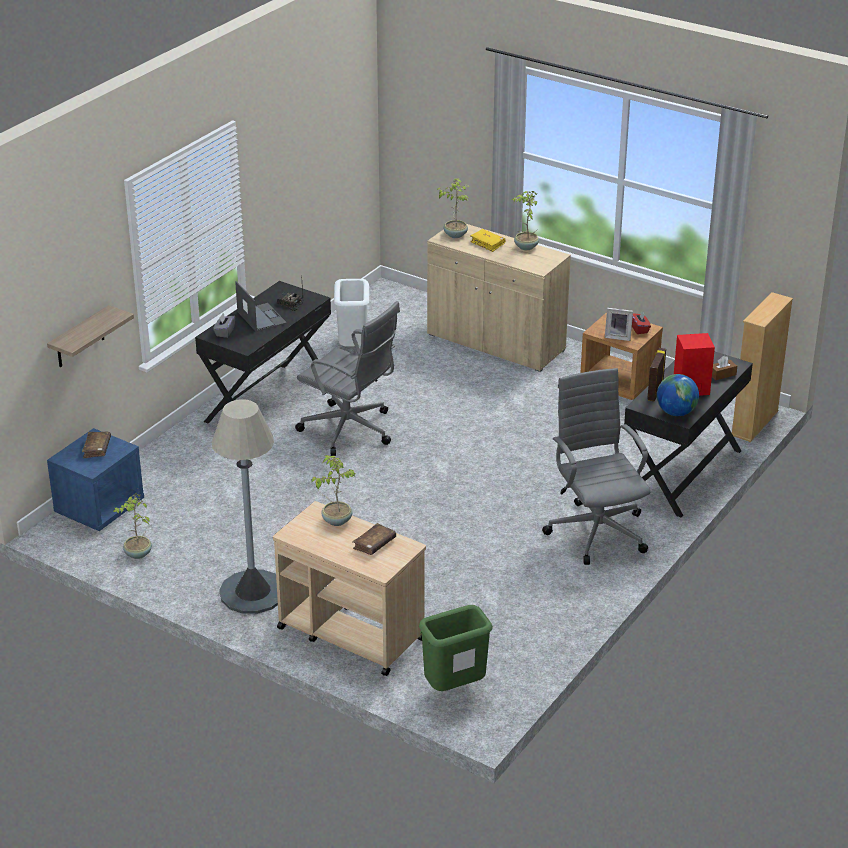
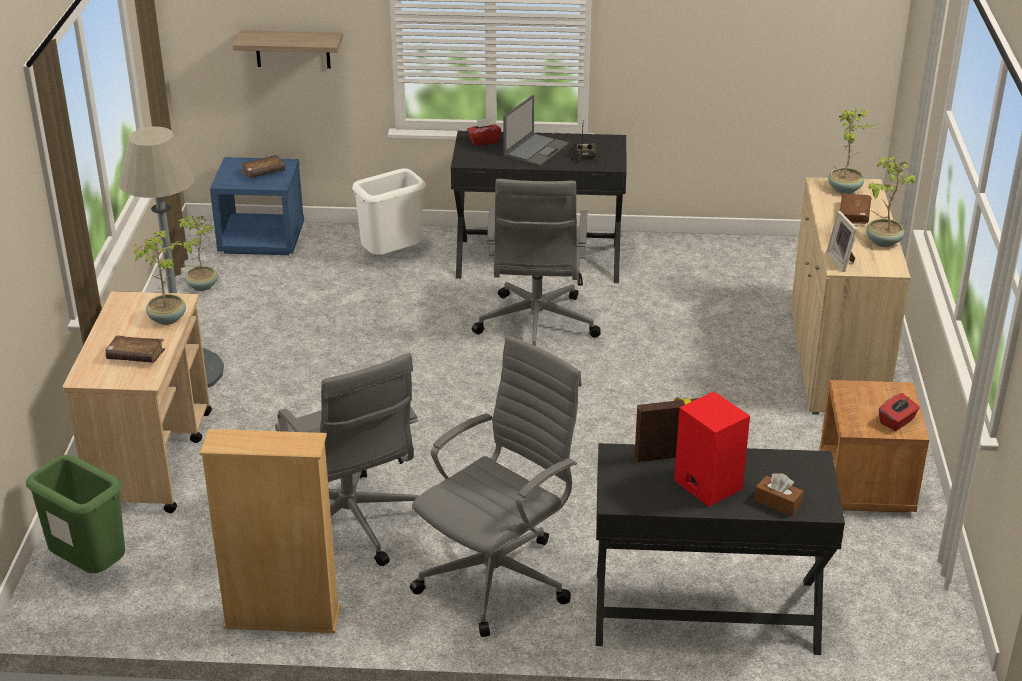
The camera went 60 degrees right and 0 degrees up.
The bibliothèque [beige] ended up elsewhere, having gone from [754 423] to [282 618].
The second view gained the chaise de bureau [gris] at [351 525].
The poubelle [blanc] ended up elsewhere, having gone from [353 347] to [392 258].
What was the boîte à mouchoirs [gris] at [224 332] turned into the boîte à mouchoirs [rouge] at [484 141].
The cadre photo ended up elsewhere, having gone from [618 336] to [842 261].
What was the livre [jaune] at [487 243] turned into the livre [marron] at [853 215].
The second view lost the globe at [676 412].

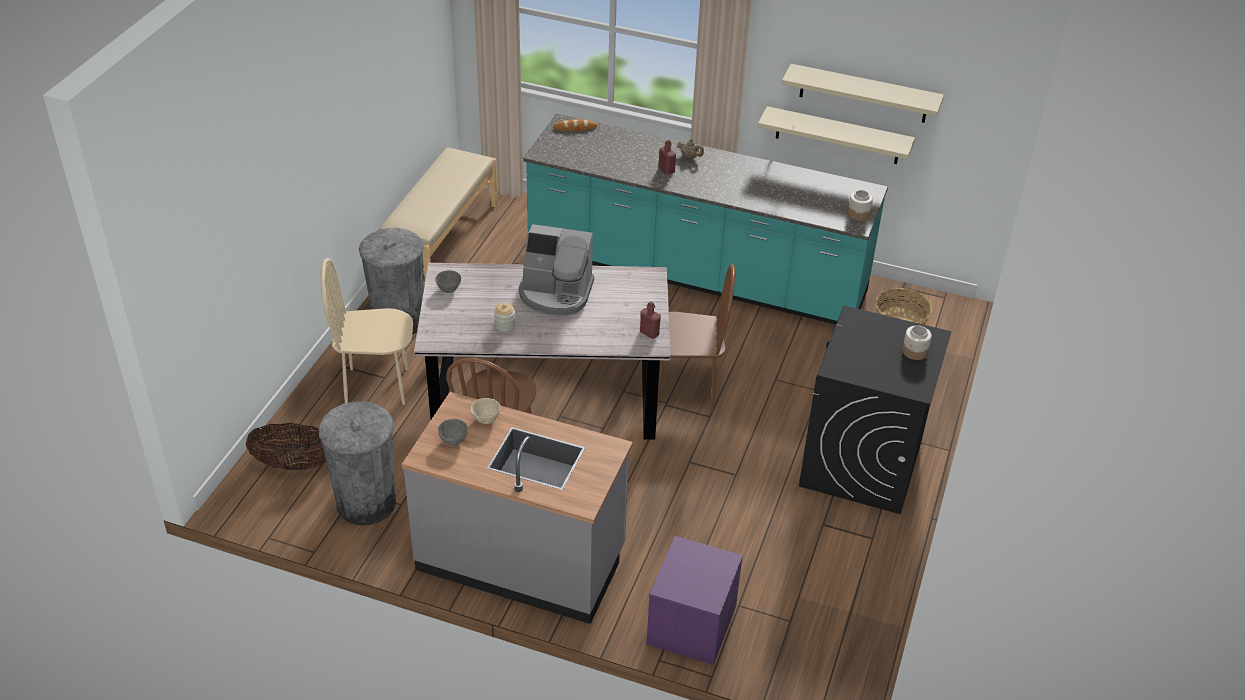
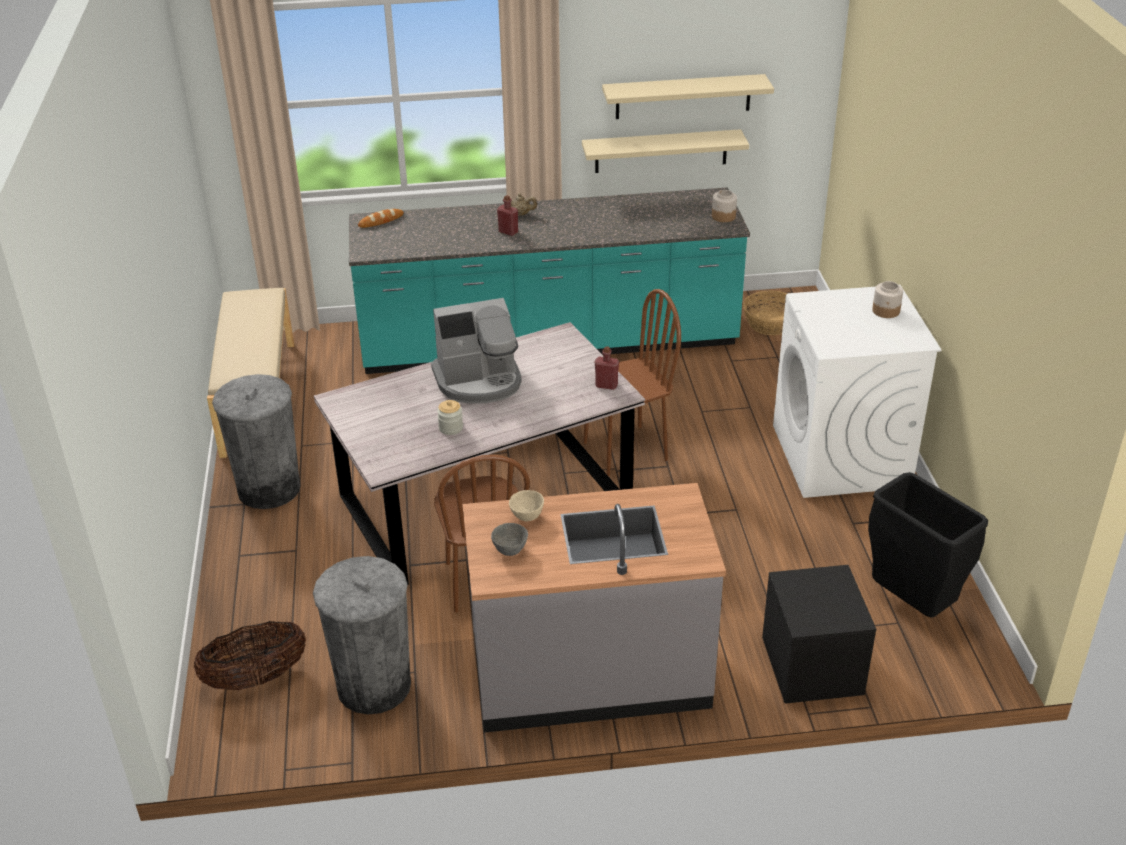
The camera went 25 degrees left and 5 degrees down.
What was the table de chevet [violet] at [691 626] turned into the table de chevet [noir] at [812 667].
What was the lave-linge [noir] at [861 464] turned into the lave-linge [blanc] at [841 457].
The second view gained the poubelle [noir] at [910 605].
The second view lost the chaise [beige] at [377 387].
The second view lost the bol [gris] at [448 289].

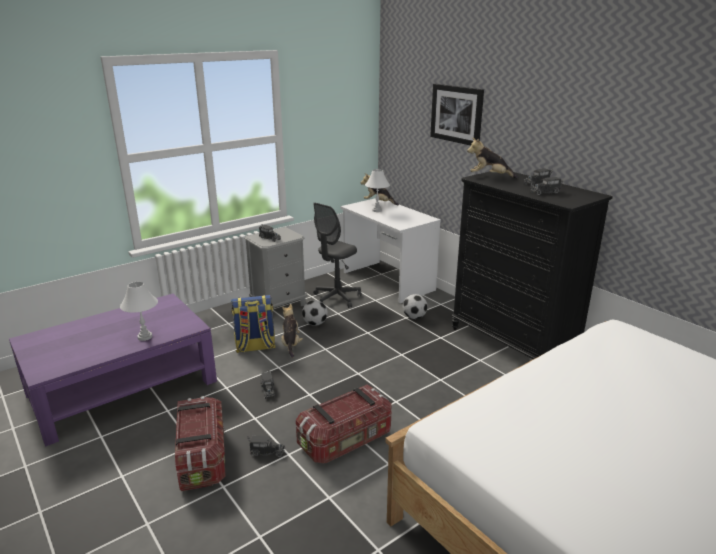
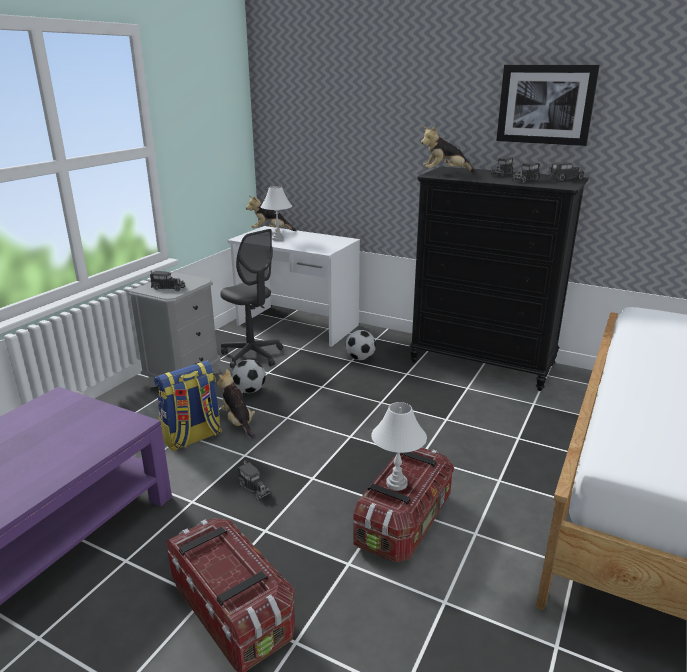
The camera went 25 degrees left and 0 degrees up.
The chaise de bureau [gris] at [336 298] ended up facing another way, 60 degrees counterclockwise from before.
The lampe de table [blanc] ended up elsewhere, having gone from [145 337] to [396 483].
The tableau ended up elsewhere, having gone from [456 114] to [545 104].
The camion jouet ended up elsewhere, having gone from [266 452] to [564 179].

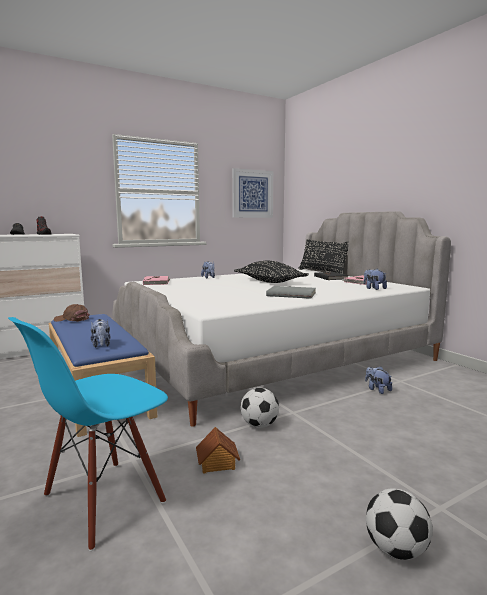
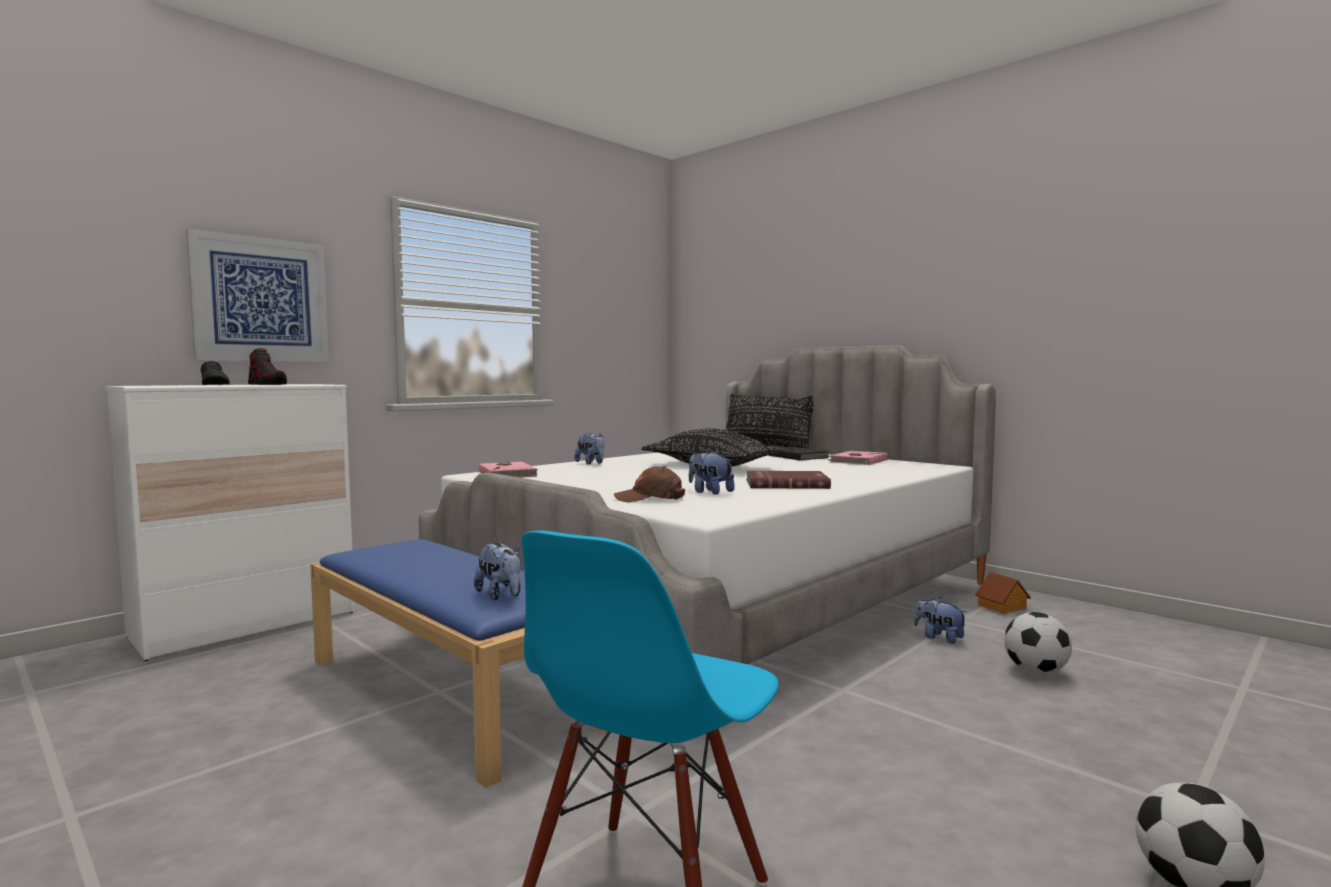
The camera went 15 degrees left and 5 degrees down.
The tableau ended up elsewhere, having gone from [252 194] to [261 300].
The casquette [marron] ended up elsewhere, having gone from [72 319] to [650 498].
The peluche ended up elsewhere, having gone from [374 288] to [709 492].
What was the livre [gris] at [291 294] turned into the livre [rouge] at [786 483].
The maison miniature ended up elsewhere, having gone from [217 463] to [1002 607].
The ballon de foot ended up elsewhere, having gone from [259 425] to [1036 671].

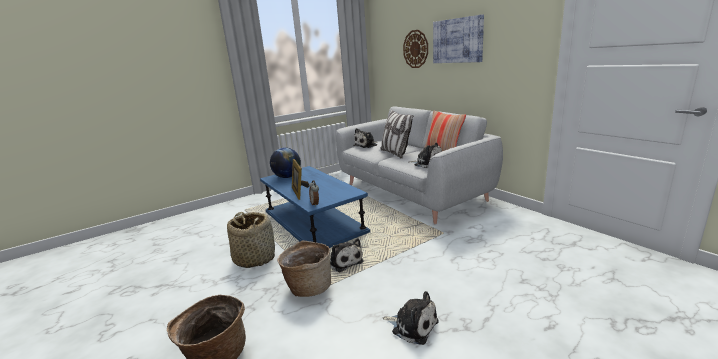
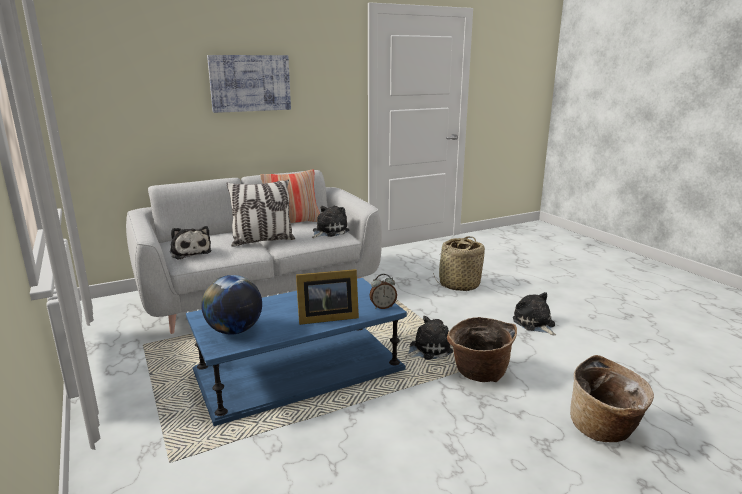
The camera went 85 degrees left and 0 degrees up.
The panier ended up elsewhere, having gone from [255 258] to [459 285].
The peluche at [412 325] ended up facing another way, 60 degrees counterclockwise from before.
The second view lost the horloge murale at [415 49].

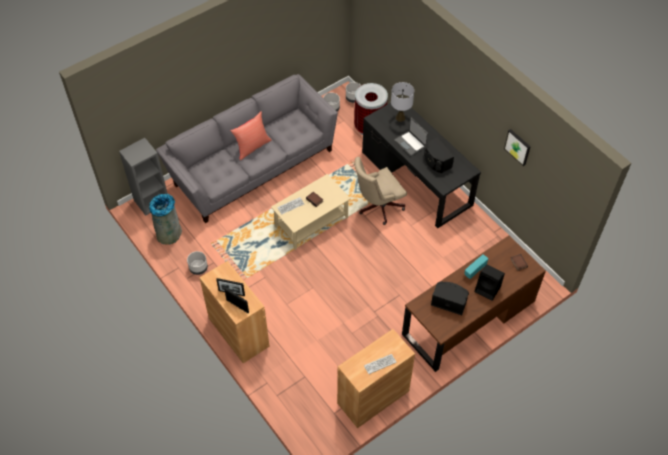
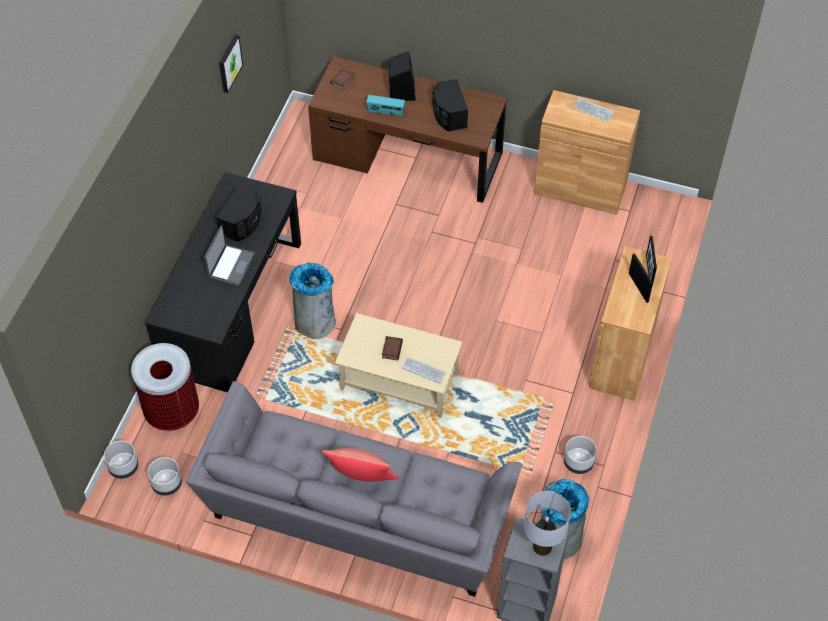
The camera went 125 degrees left and 0 degrees up.
Where the chaise de bureau [beige] stood at [377 207], the poubelle [gris] came to stand at [315 323].
The lampe de table [gris] ended up elsewhere, having gone from [400 118] to [542 546].

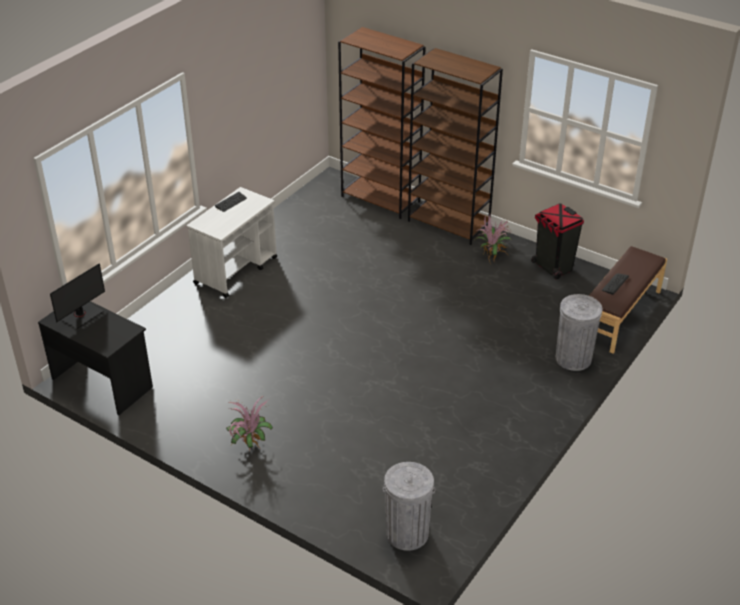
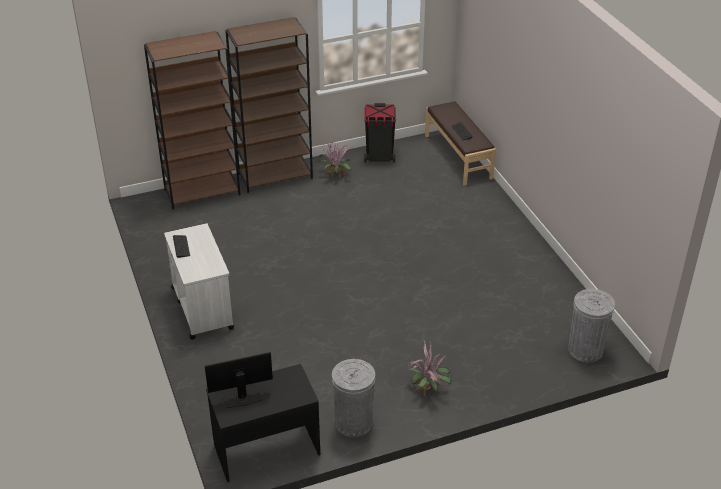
The camera went 55 degrees left and 0 degrees up.
The écran d'ordinateur at [82 315] ended up facing another way, 90 degrees counterclockwise from before.
The poubelle [gris] ended up elsewhere, having gone from [573 358] to [353 423].

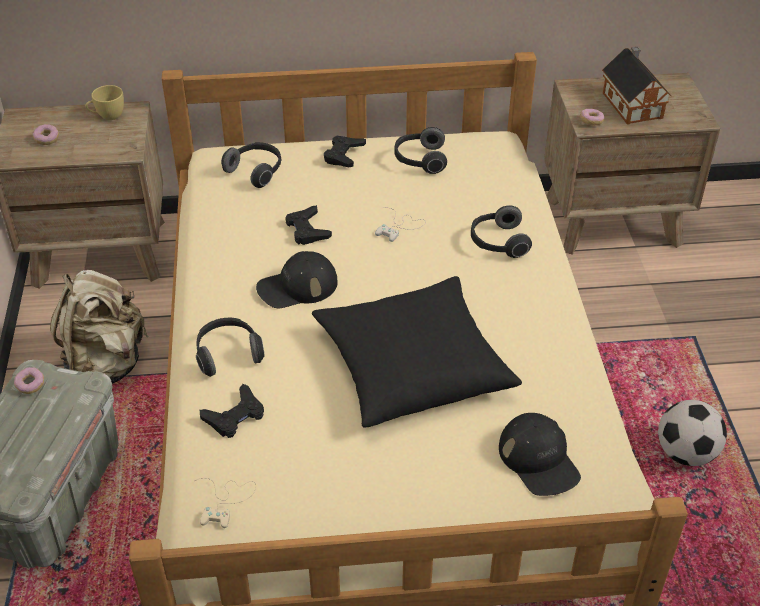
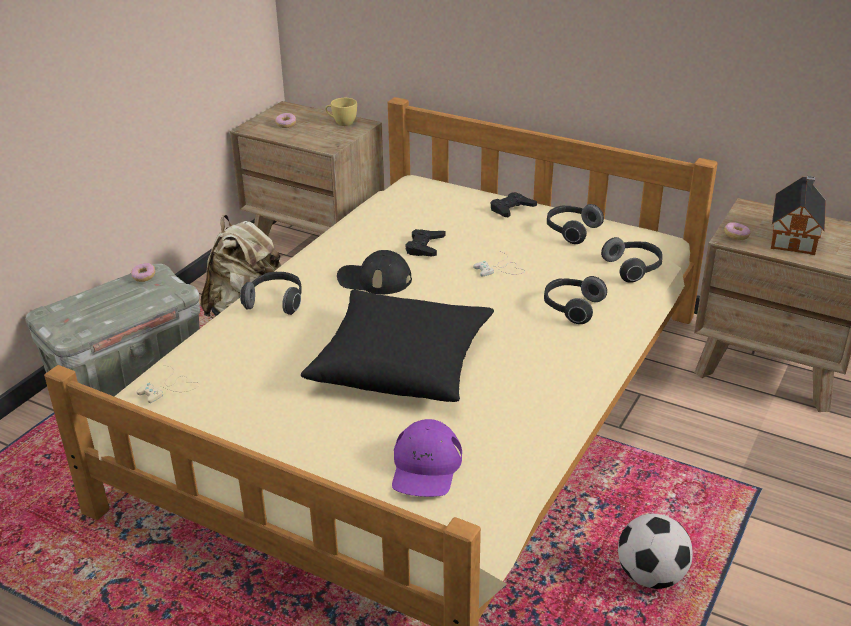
The camera went 35 degrees right and 10 degrees down.
What was the casquette [noir] at [539 459] turned into the casquette [violet] at [426 467].
The casque audio ended up elsewhere, having gone from [256 171] to [633 268].
The second view lost the manette [noir] at [235 416].

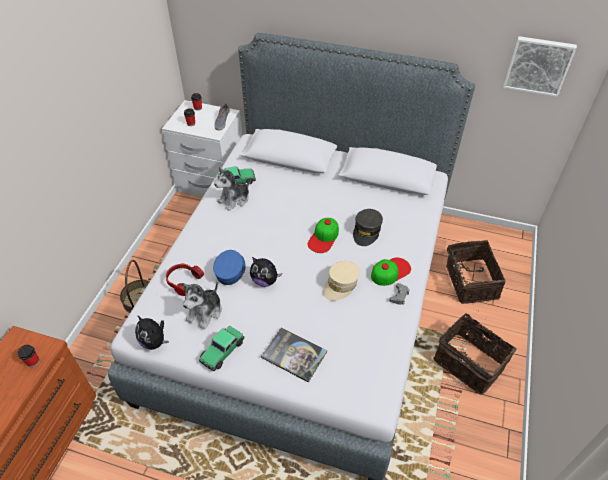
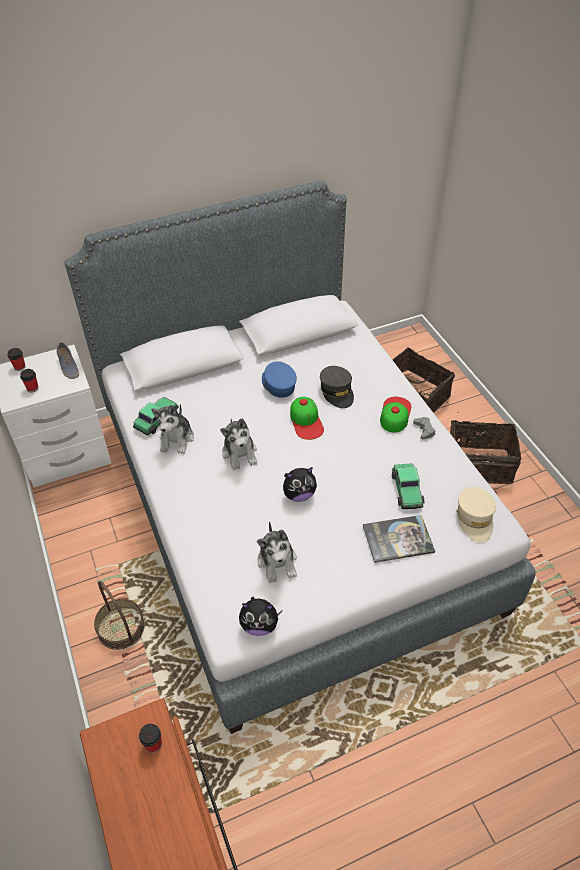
The camera went 40 degrees left and 0 degrees up.
The second view gained the peluche at [240 453].
The casquette [bleu] ended up elsewhere, having gone from [230 271] to [278 384].
The petite voiture ended up elsewhere, having gone from [222 351] to [407 490].
The casquette [beige] ended up elsewhere, having gone from [341 285] to [475 518].
The second view lost the casque audio at [183 281].
The second view lost the tableau at [538 65].

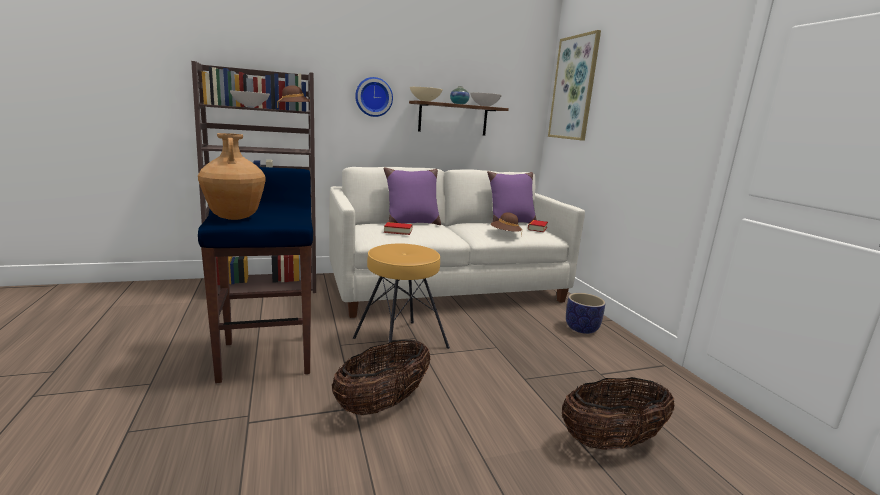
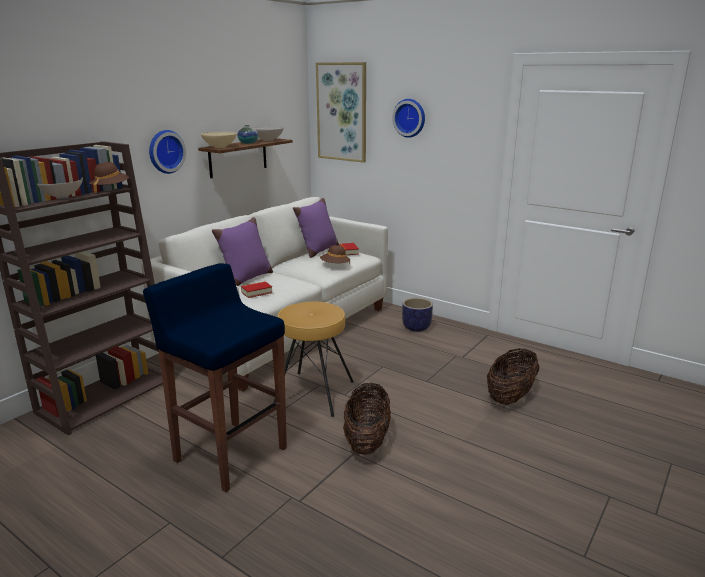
The camera went 35 degrees left and 5 degrees up.
The second view gained the horloge murale at [410 118].
The second view lost the vase [marron] at [235 218].

